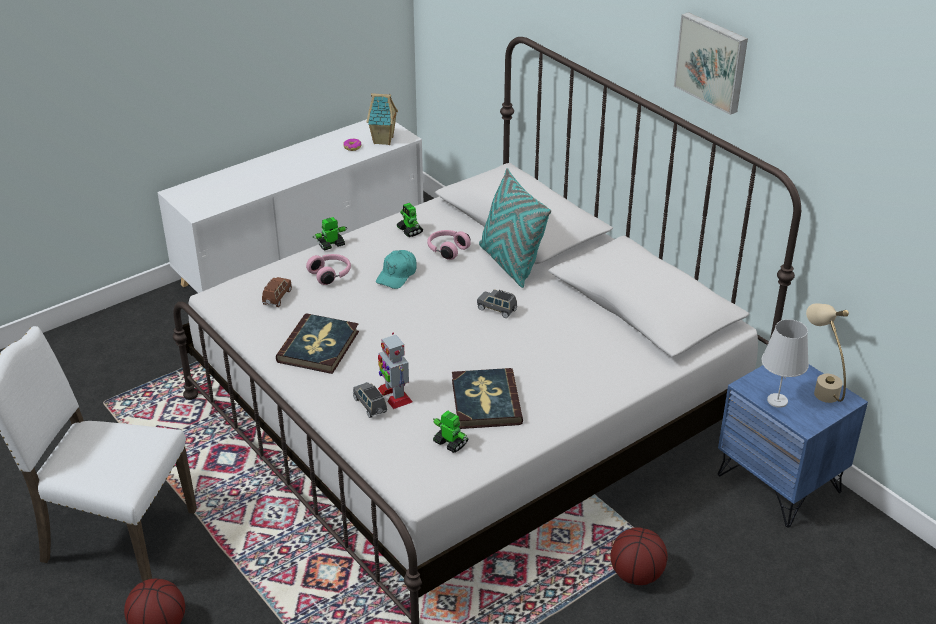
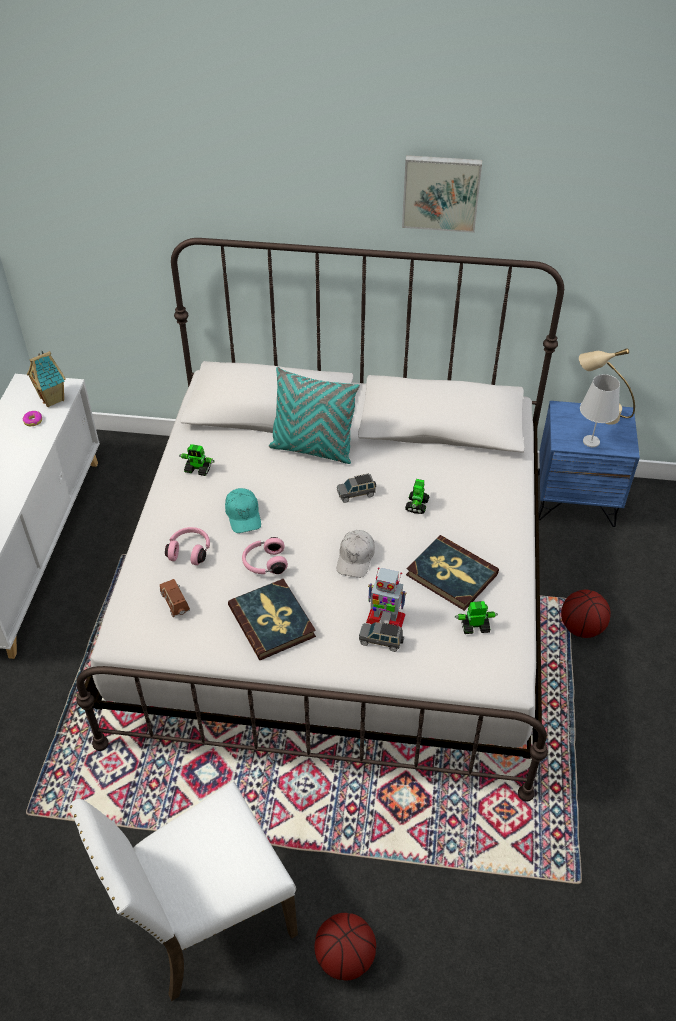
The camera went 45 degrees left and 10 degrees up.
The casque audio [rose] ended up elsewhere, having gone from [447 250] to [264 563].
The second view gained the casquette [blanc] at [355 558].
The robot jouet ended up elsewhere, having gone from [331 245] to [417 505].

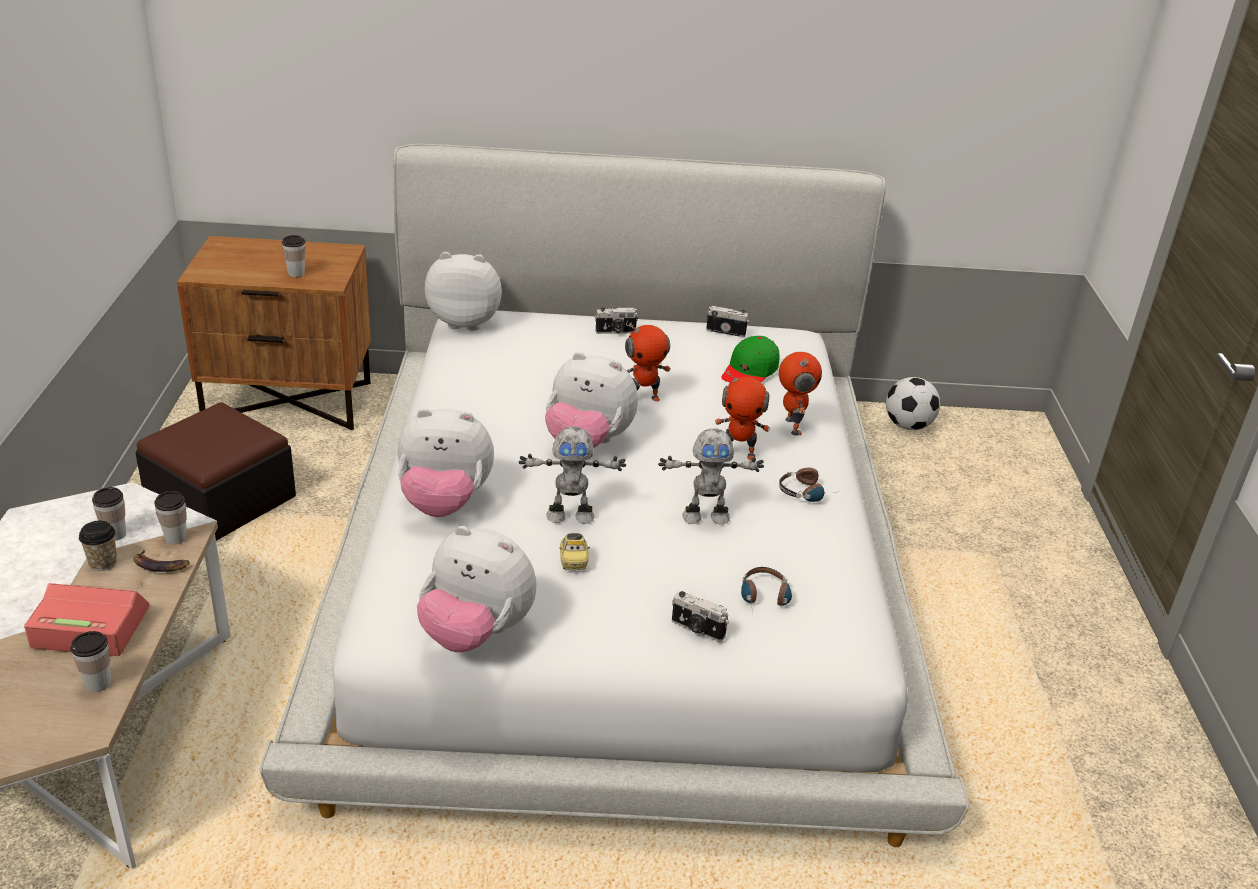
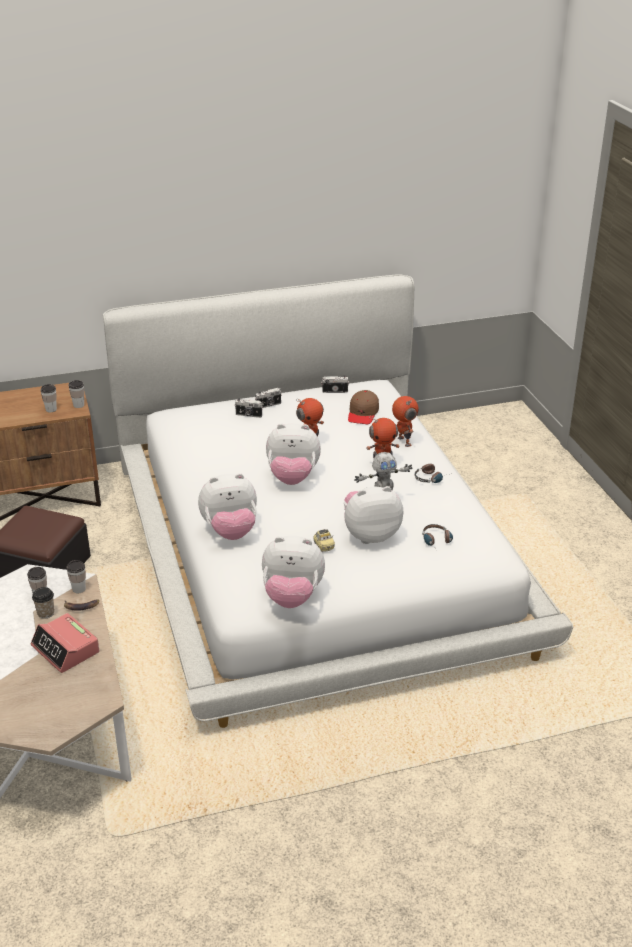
The camera went 15 degrees left and 0 degrees up.
The réveil at [90 628] ended up facing another way, 120 degrees counterclockwise from before.
The tasse ended up elsewhere, having gone from [98 683] to [78 405].
The appareil photo ended up elsewhere, having gone from [697 629] to [248 415].
The peluche ended up elsewhere, having gone from [465 321] to [370 535].
What was the casquette [vert] at [750 371] turned into the casquette [marron] at [363 413].
The second view lost the robot jouet at [570 515].
The second view lost the ballon de foot at [908 425].

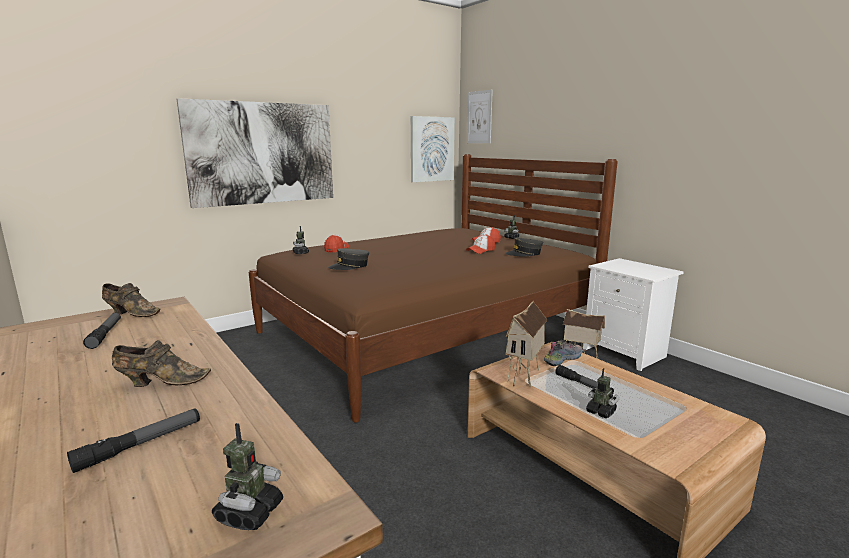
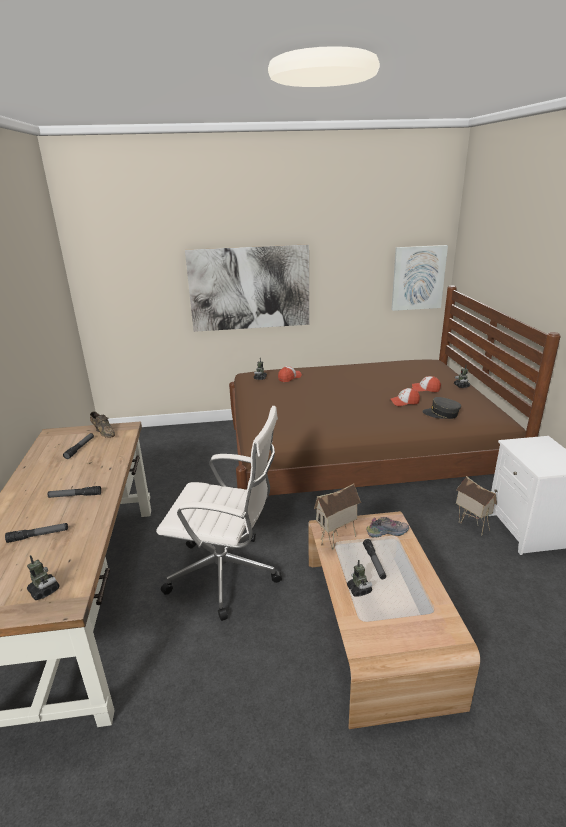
The camera went 30 degrees right and 10 degrees up.
The robot jouet at [249 513] ended up facing another way, 90 degrees counterclockwise from before.
Where the chaussure [marron] stood at [161 382], the lampe de poche came to stand at [75 496].
The second view gained the chaise de bureau [blanc] at [227 574].
The second view lost the casquette [gris] at [349 266].
The second view lost the tableau at [479 117].

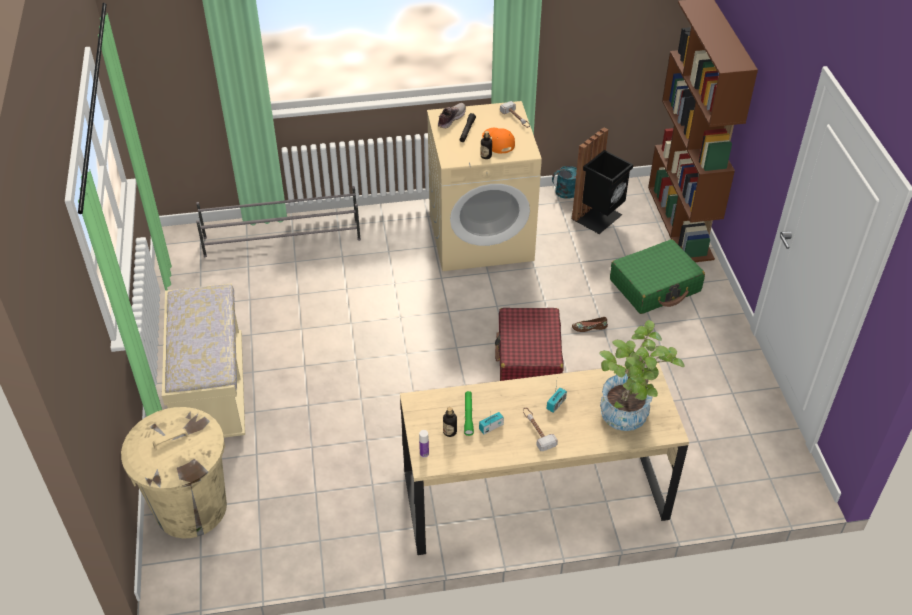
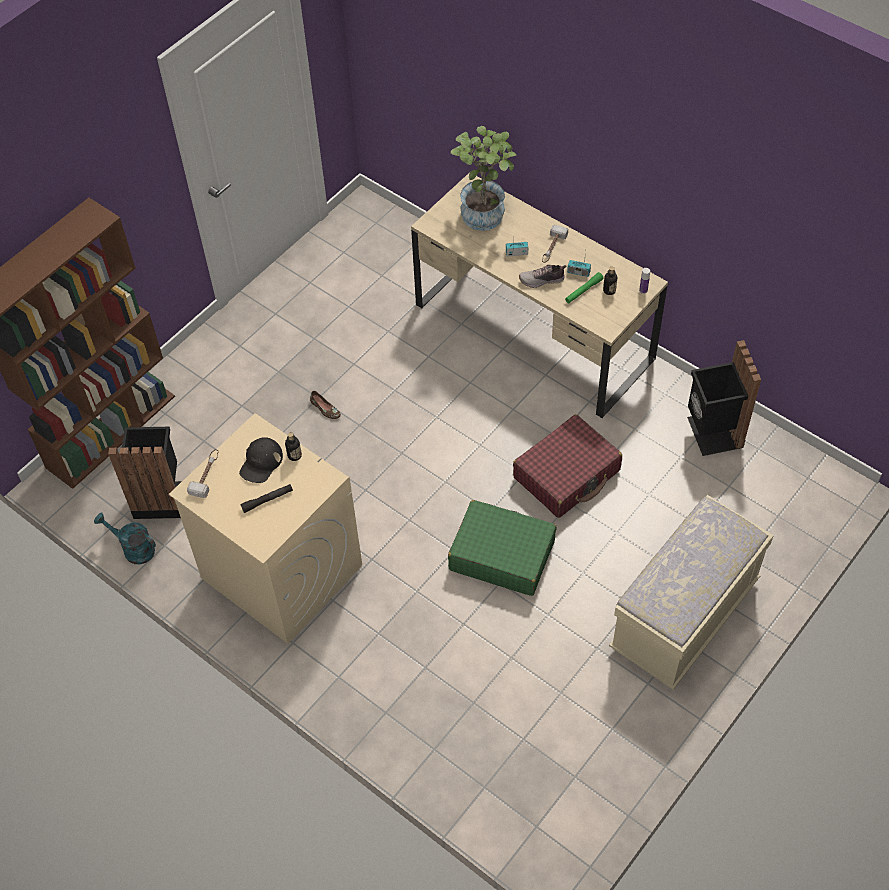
The camera went 130 degrees left and 10 degrees up.
What was the casquette [orange] at [498 141] turned into the casquette [noir] at [261 462].
The valise [vert] ended up elsewhere, having gone from [655 286] to [501 555].
The valise [rouge] ended up elsewhere, having gone from [529 355] to [567 474].
The chaussure ended up elsewhere, having gone from [450 119] to [542 280].
The second view gained the poubelle [noir] at [712 433].
The second view lost the poubelle [beige] at [190 508].
The second view lost the étagère à chaussures [gris] at [283 239].

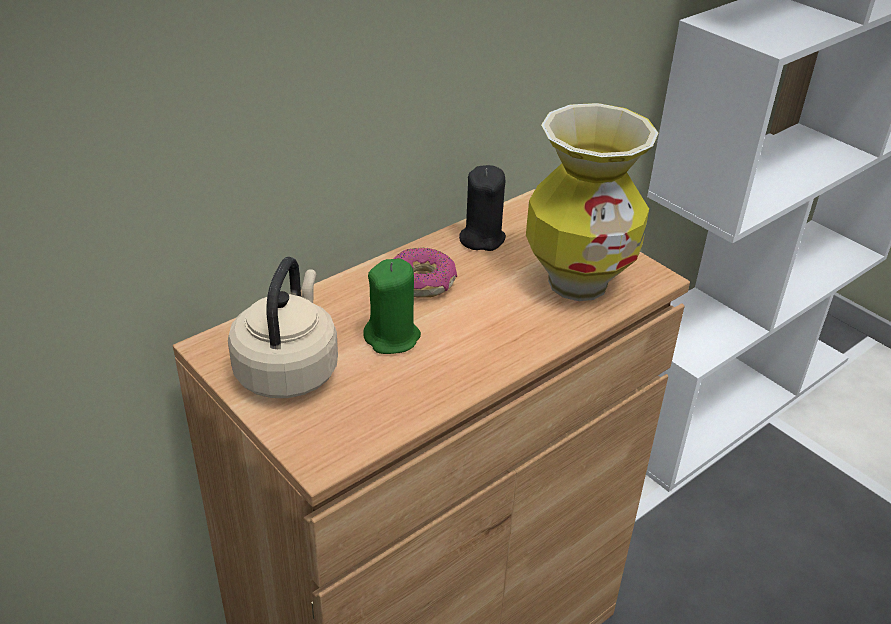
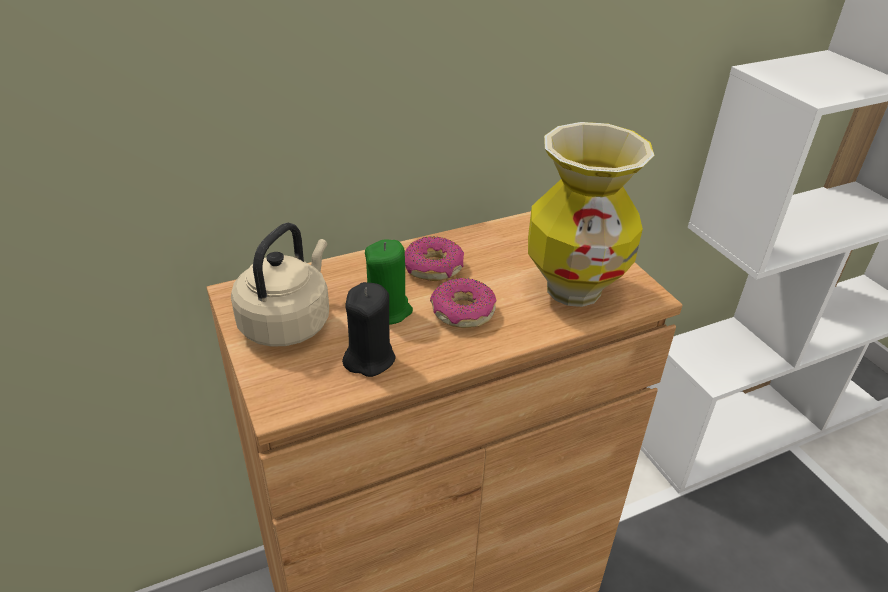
The camera went 15 degrees right and 0 degrees up.
The bougie [noir] ended up elsewhere, having gone from [481 238] to [369 358].
The second view gained the beignet at [462 312].

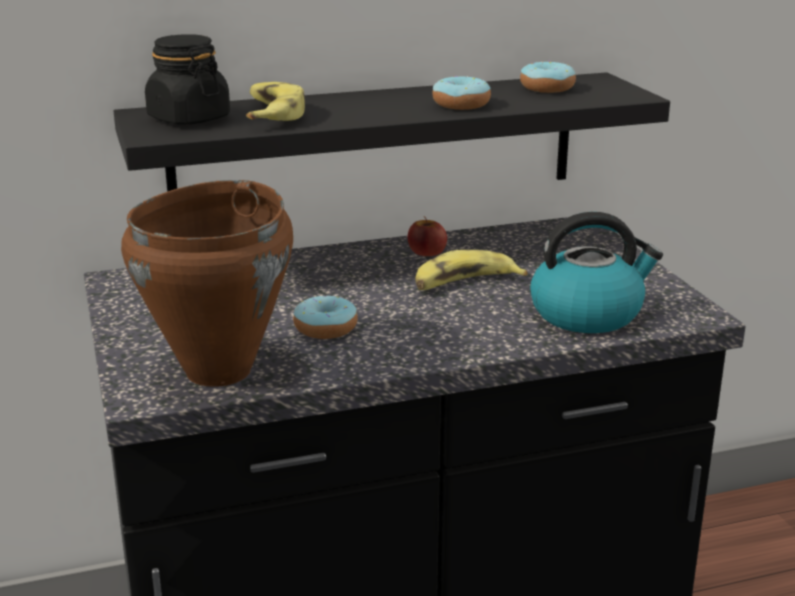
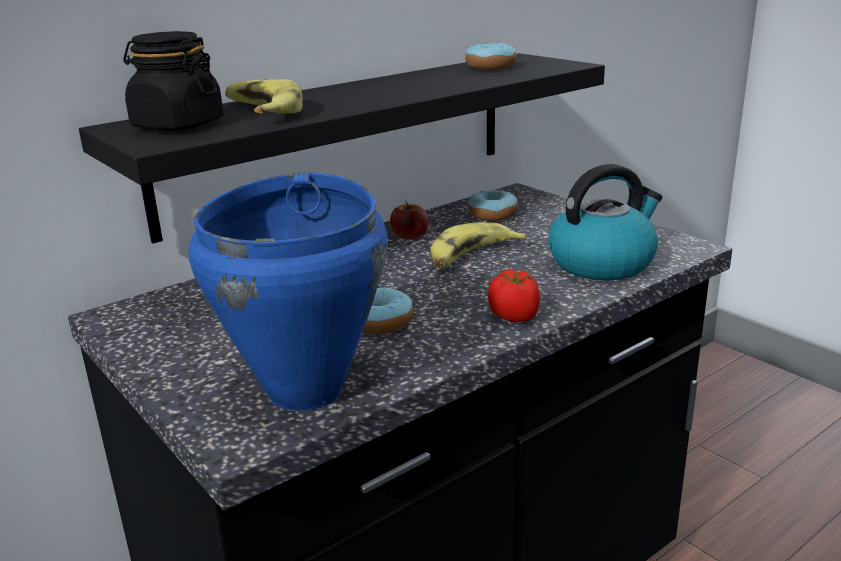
The camera went 20 degrees left and 0 degrees up.
What was the marmite [marron] at [220 371] turned into the marmite [bleu] at [307 390].
The beignet ended up elsewhere, having gone from [461 104] to [492 215].
The second view gained the tomate at [514 316].

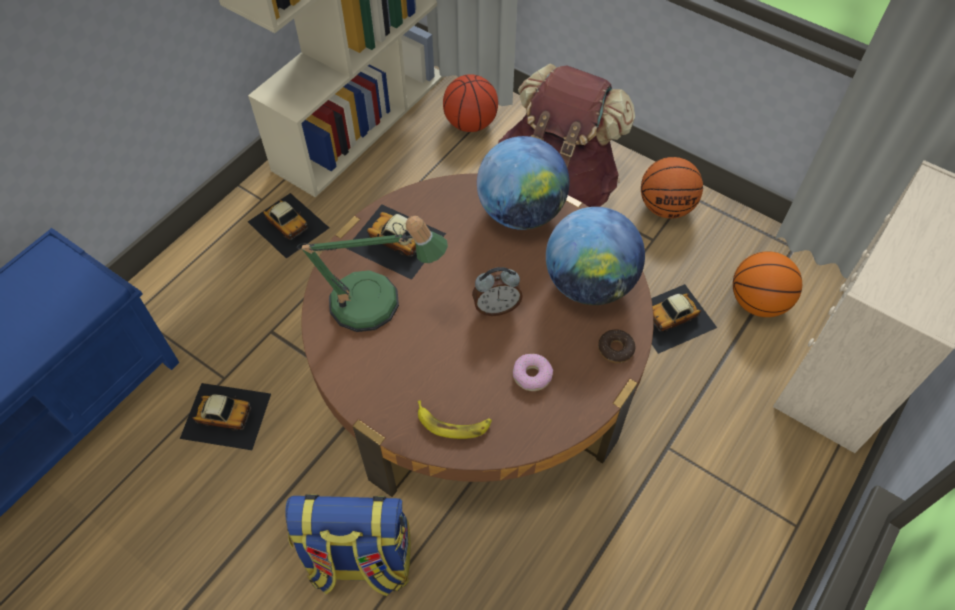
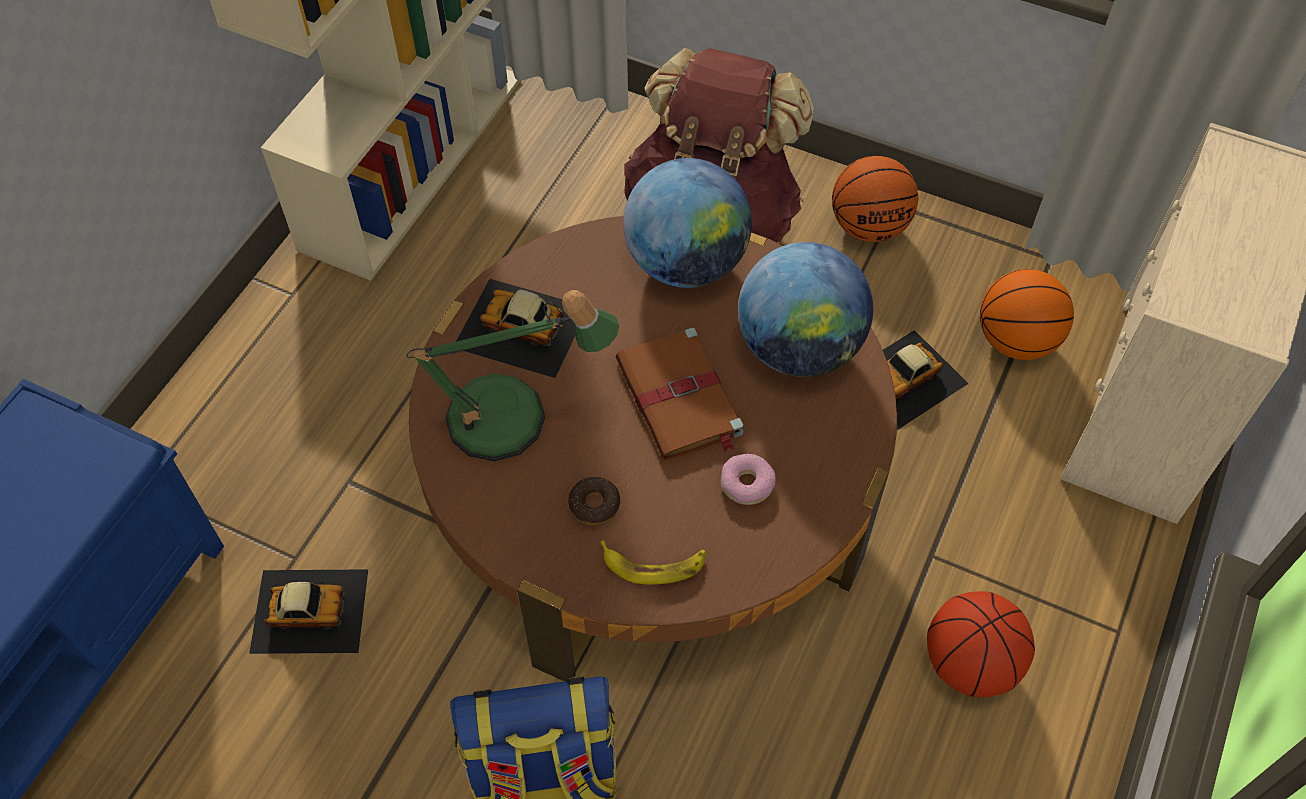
The camera went 10 degrees left and 0 degrees up.
The beignet ended up elsewhere, having gone from [615 349] to [594 505].
Where the réveil stood at [496 307], the livre [marron] came to stand at [680 399].
The ballon de basket ended up elsewhere, having gone from [470 124] to [969 664].
The second view lost the petite voiture at [288 224].

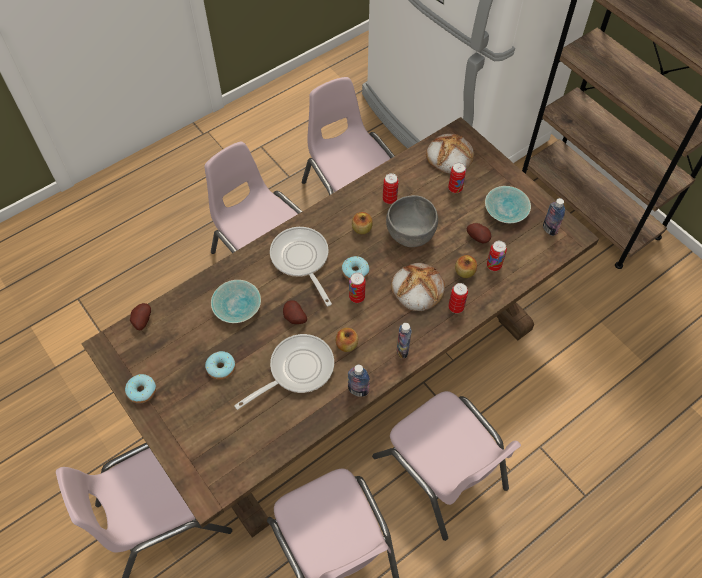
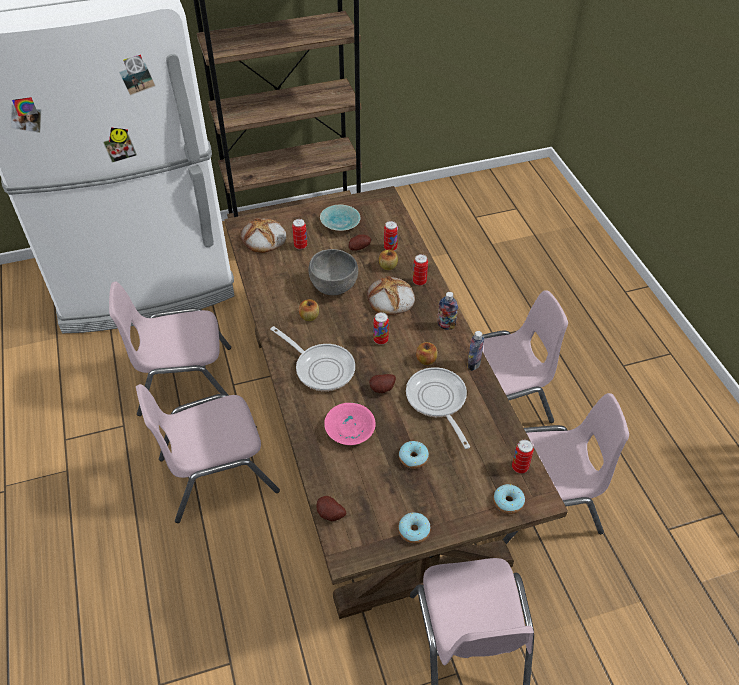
The camera went 70 degrees left and 10 degrees down.
The poêle at [301 260] ended up facing another way, 135 degrees counterclockwise from before.
What was the bol [turquoise] at [238 307] turned into the bol [rose] at [351 429].
The beignet ended up elsewhere, having gone from [355 272] to [508 502].
The boîte métallique ended up elsewhere, having gone from [389 199] to [520 467].
The second view lost the bouteille at [549 229].

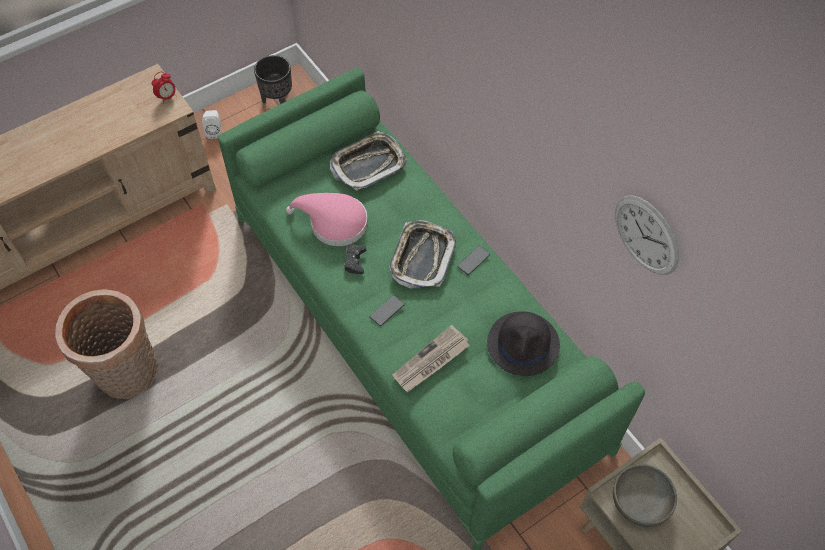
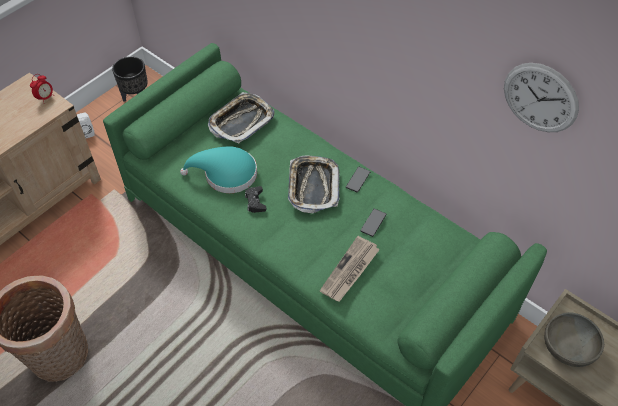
The camera went 15 degrees left and 5 degrees down.
What was the chapeau [rose] at [333 223] turned into the chapeau [turquoise] at [226 174].
The téléphone ended up elsewhere, having gone from [387 311] to [373 223].
The second view lost the chapeau [noir] at [523 344].

